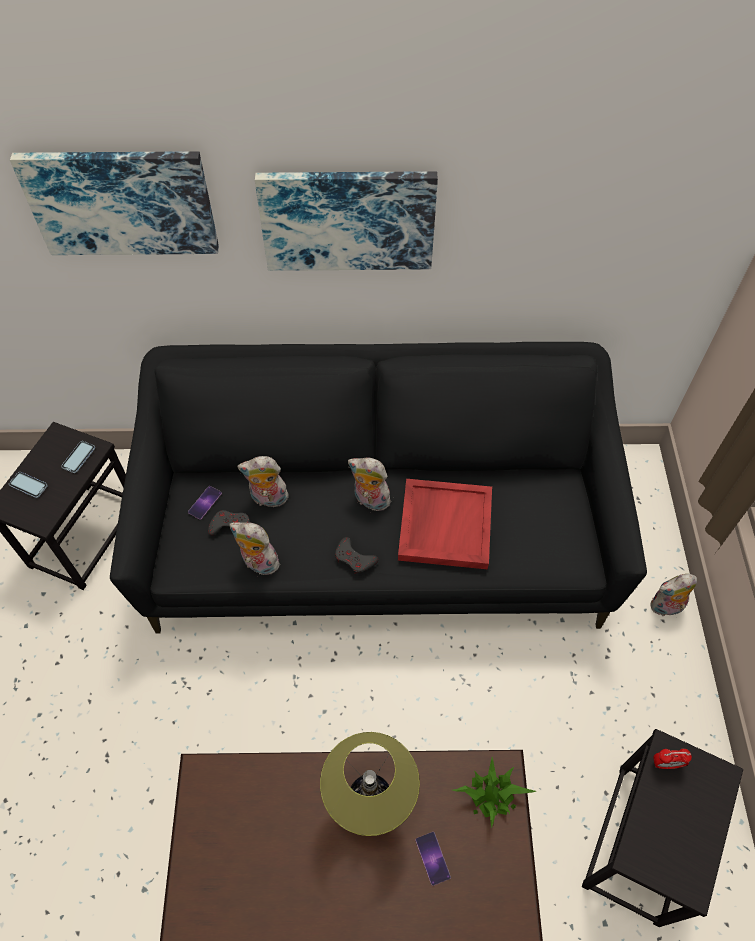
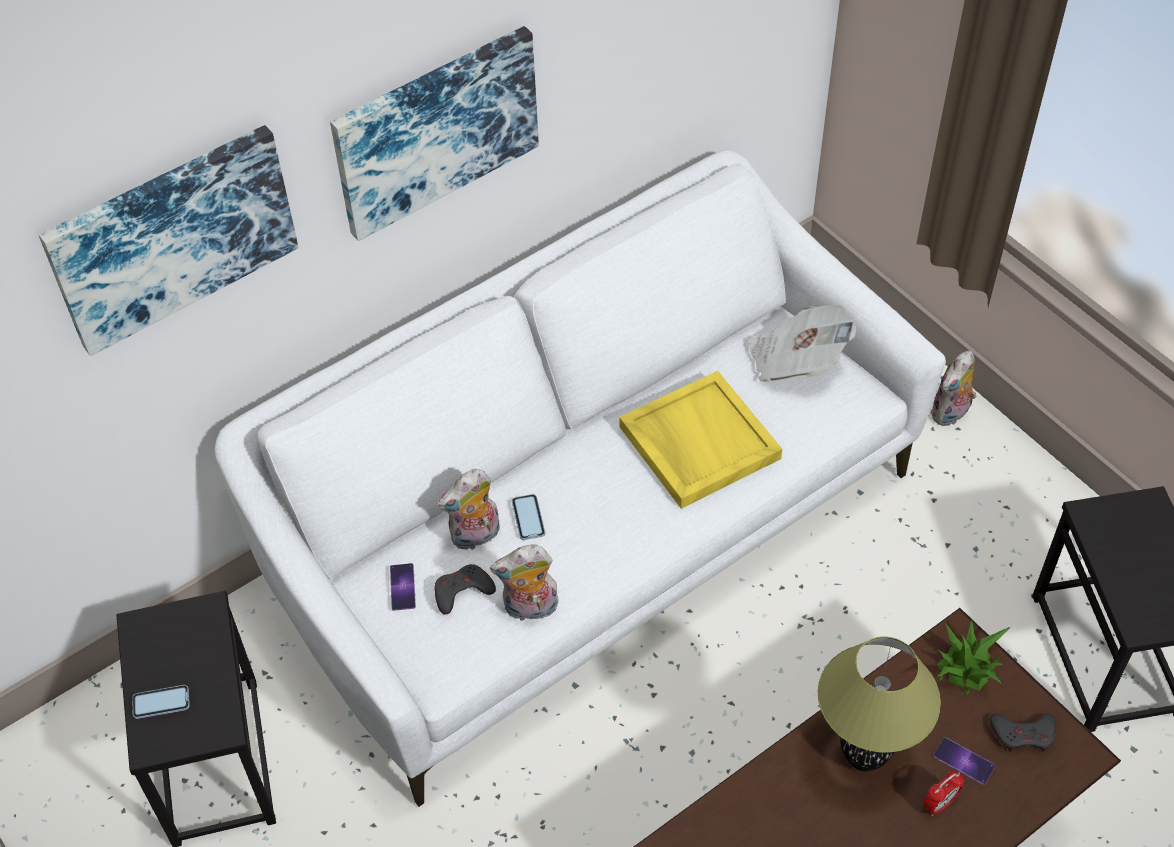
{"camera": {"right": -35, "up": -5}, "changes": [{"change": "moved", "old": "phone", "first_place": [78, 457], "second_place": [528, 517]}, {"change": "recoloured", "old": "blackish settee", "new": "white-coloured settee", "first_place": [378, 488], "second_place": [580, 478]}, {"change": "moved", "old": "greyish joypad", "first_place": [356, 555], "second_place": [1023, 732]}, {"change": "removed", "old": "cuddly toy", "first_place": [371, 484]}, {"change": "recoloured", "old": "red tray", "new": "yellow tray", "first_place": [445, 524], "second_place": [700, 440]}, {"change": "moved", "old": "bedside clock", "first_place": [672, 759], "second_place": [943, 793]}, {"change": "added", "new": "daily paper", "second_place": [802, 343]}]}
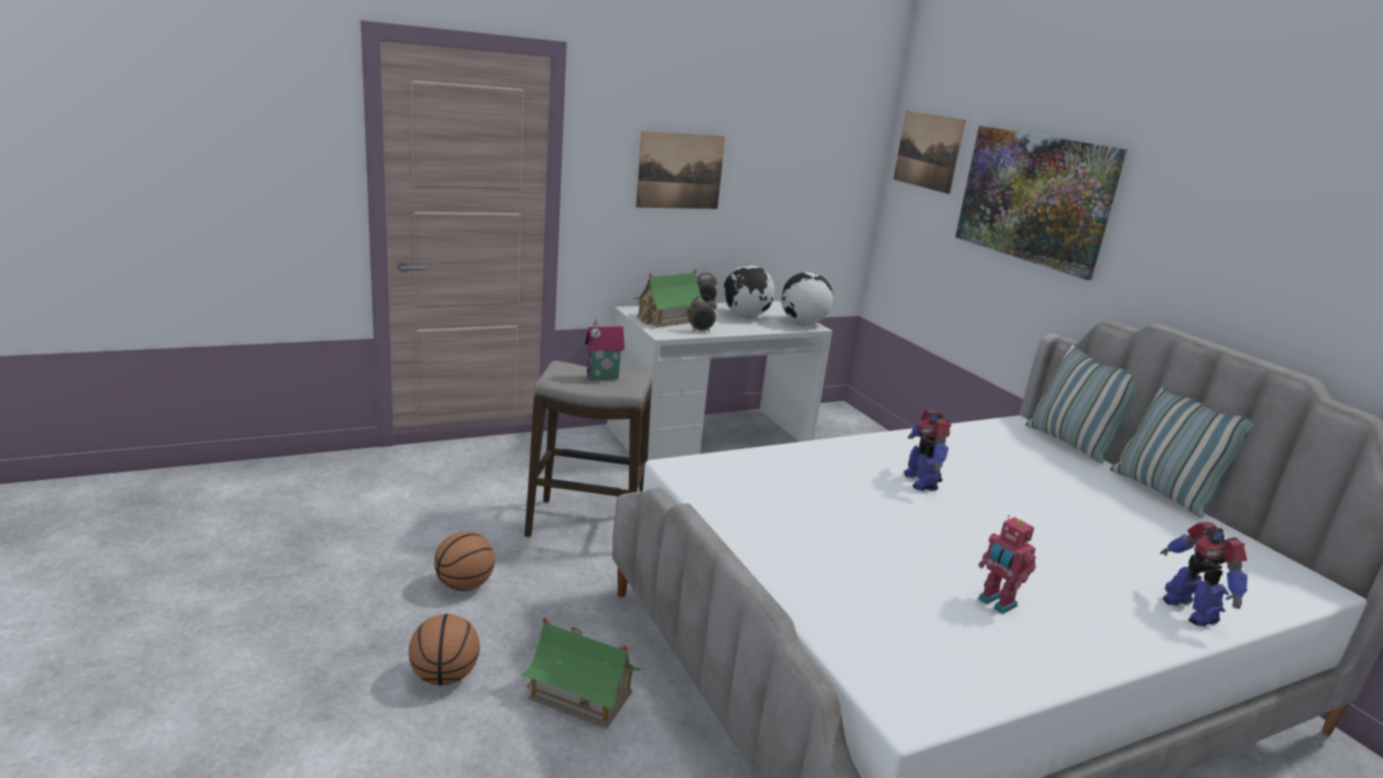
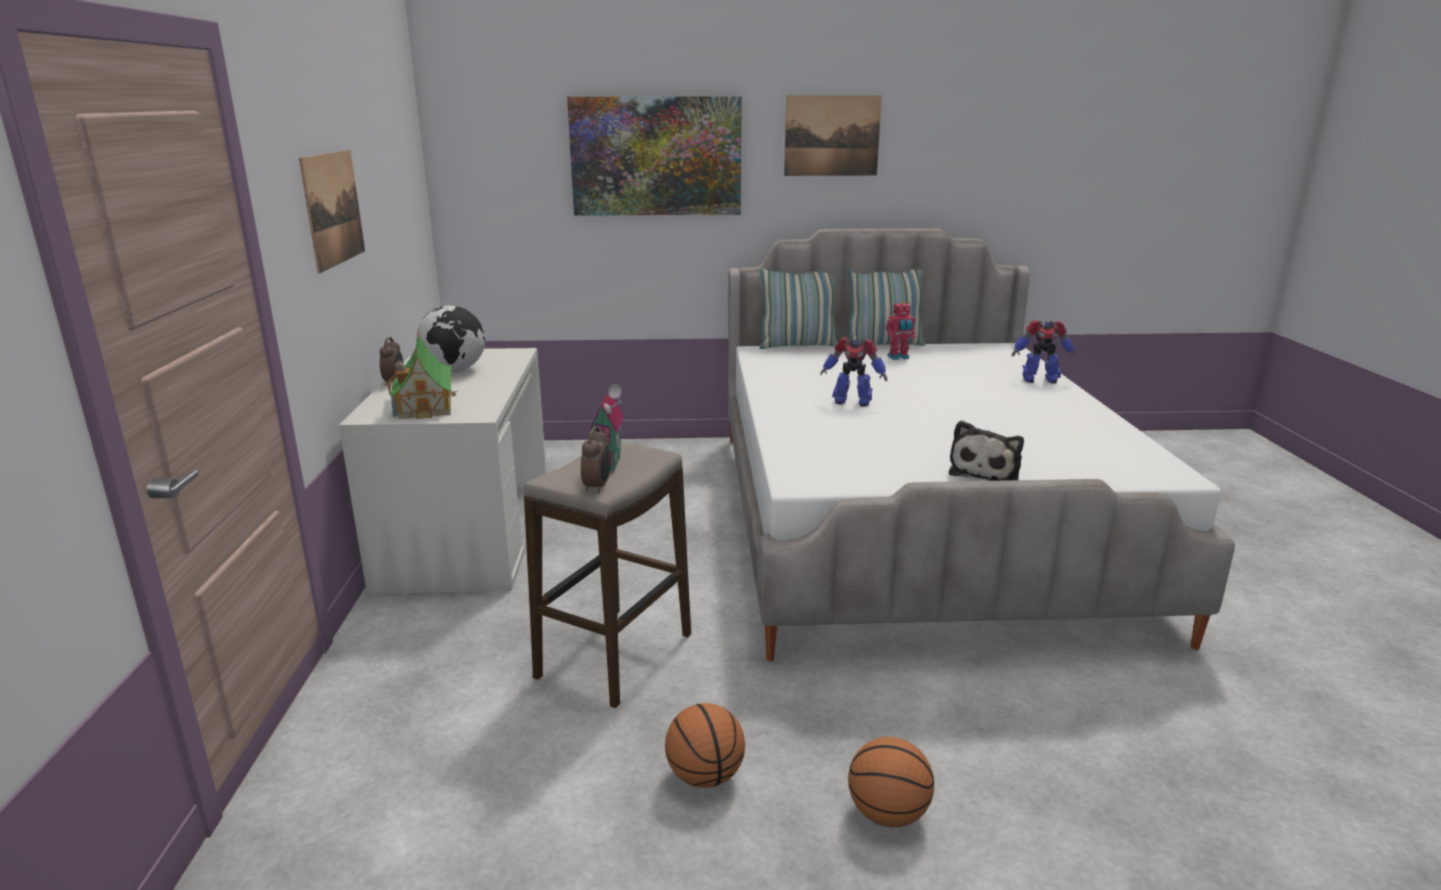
{"camera": {"right": -65, "up": 0}, "changes": [{"change": "removed", "old": "toy house", "first_place": [581, 673]}, {"change": "moved", "old": "bedside clock", "first_place": [702, 313], "second_place": [596, 459]}, {"change": "removed", "old": "world globe", "first_place": [807, 298]}, {"change": "moved", "old": "picture", "first_place": [930, 152], "second_place": [833, 135]}, {"change": "moved", "old": "model robot", "first_place": [1007, 564], "second_place": [901, 331]}, {"change": "added", "new": "cuddly toy", "second_place": [986, 450]}]}
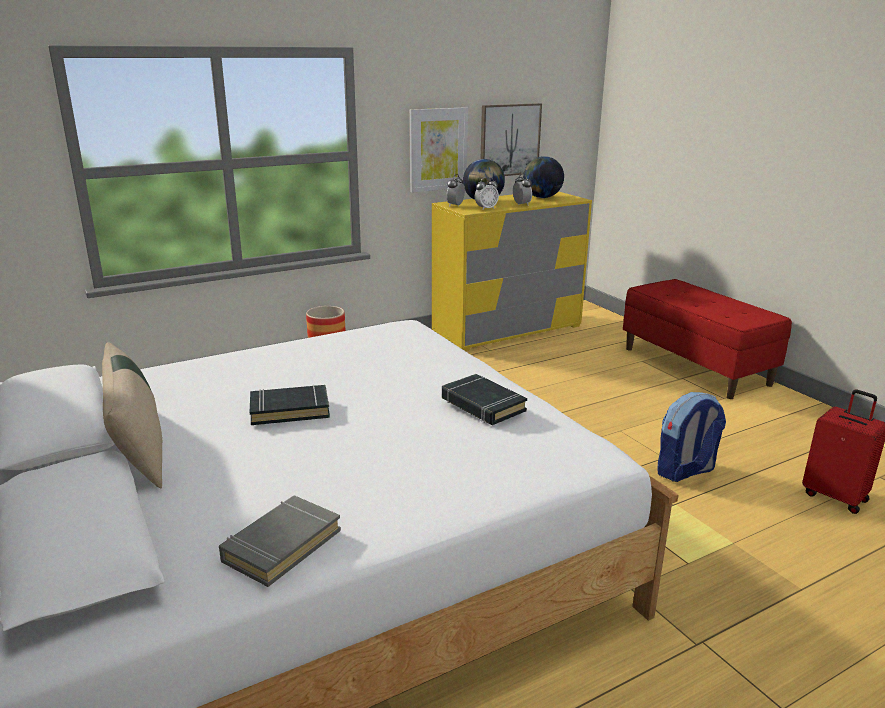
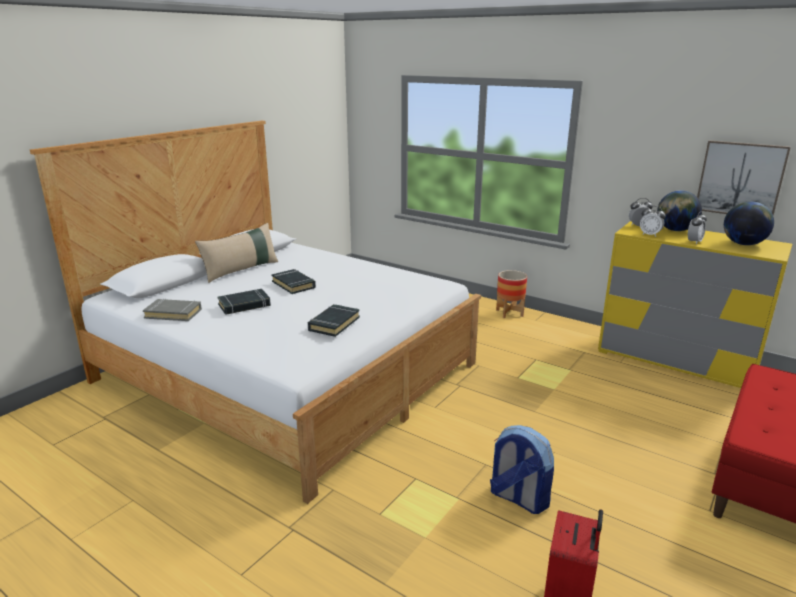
{"camera": {"right": 65, "up": 0}, "changes": [{"change": "removed", "old": "picture", "first_place": [438, 150]}, {"change": "added", "new": "blackish bound book", "second_place": [244, 302]}]}
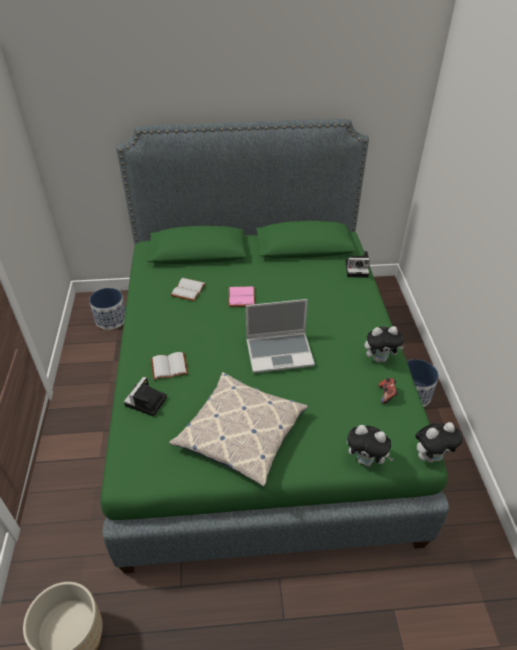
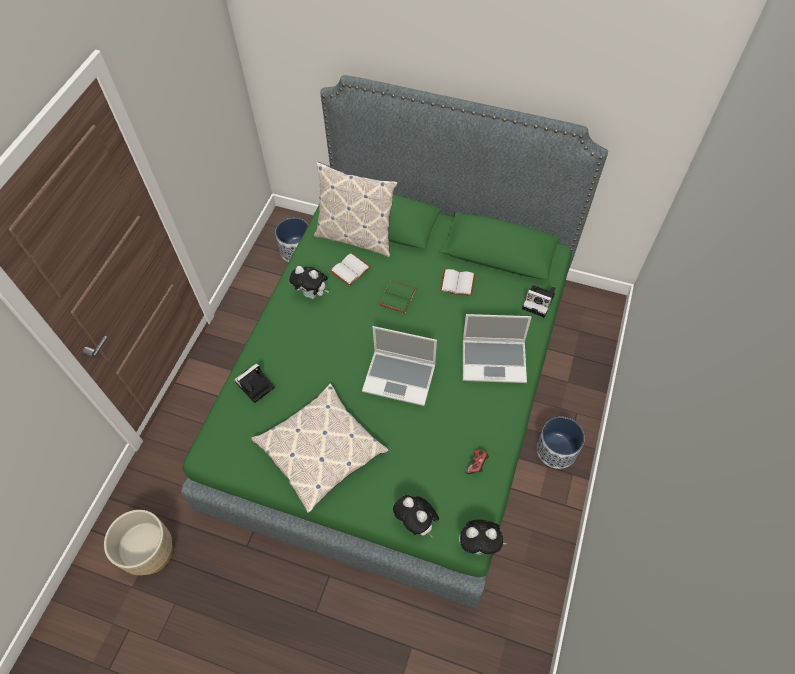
{"camera": {"right": 25, "up": 15}, "changes": [{"change": "moved", "old": "white-coloured bound book", "first_place": [169, 366], "second_place": [457, 282]}, {"change": "recoloured", "old": "pinkish bound book", "new": "green bound book", "first_place": [242, 296], "second_place": [398, 296]}, {"change": "moved", "old": "cuddly toy", "first_place": [385, 344], "second_place": [309, 282]}, {"change": "added", "new": "throw pillow", "second_place": [356, 209]}, {"change": "added", "new": "portable computer", "second_place": [497, 348]}]}
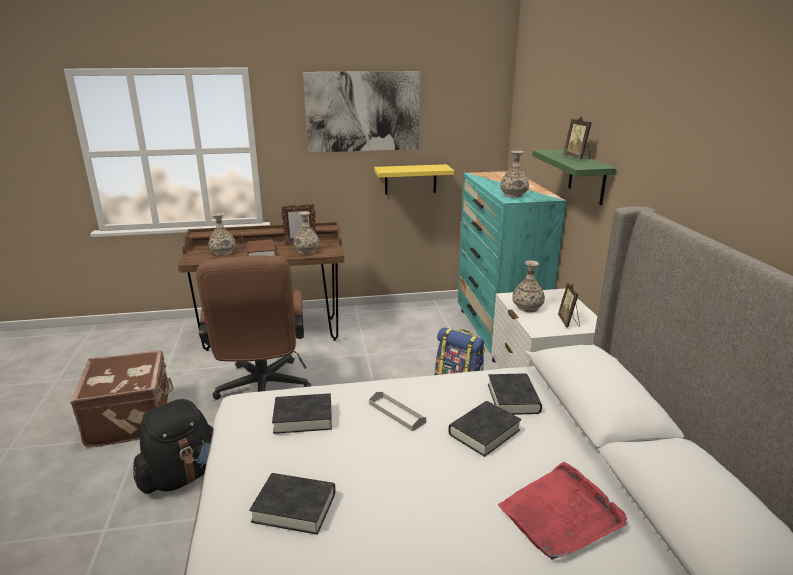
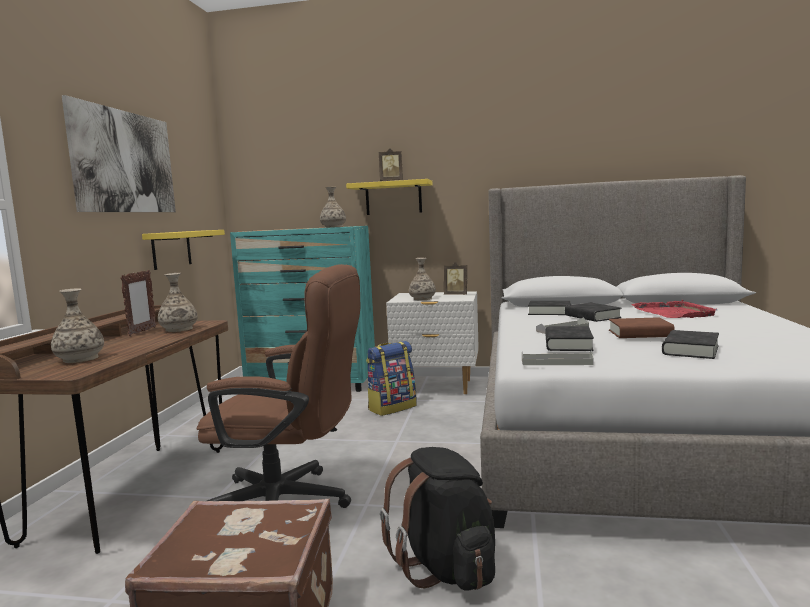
{"camera": {"right": -70, "up": -15}, "changes": [{"change": "moved", "old": "brown bound book", "first_place": [261, 247], "second_place": [642, 327]}, {"change": "recoloured", "old": "green bracket shelf", "new": "yellow bracket shelf", "first_place": [574, 177], "second_place": [389, 197]}, {"change": "added", "new": "greyish tray", "second_place": [558, 357]}]}
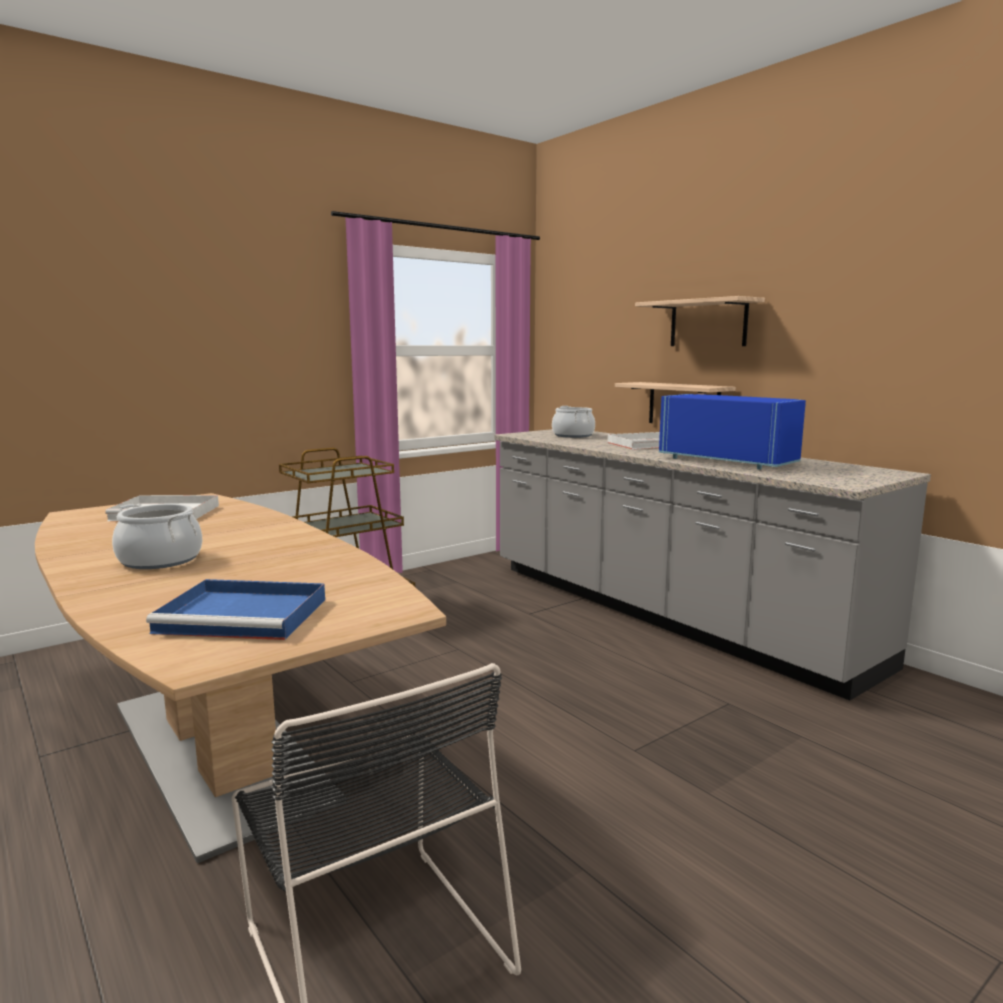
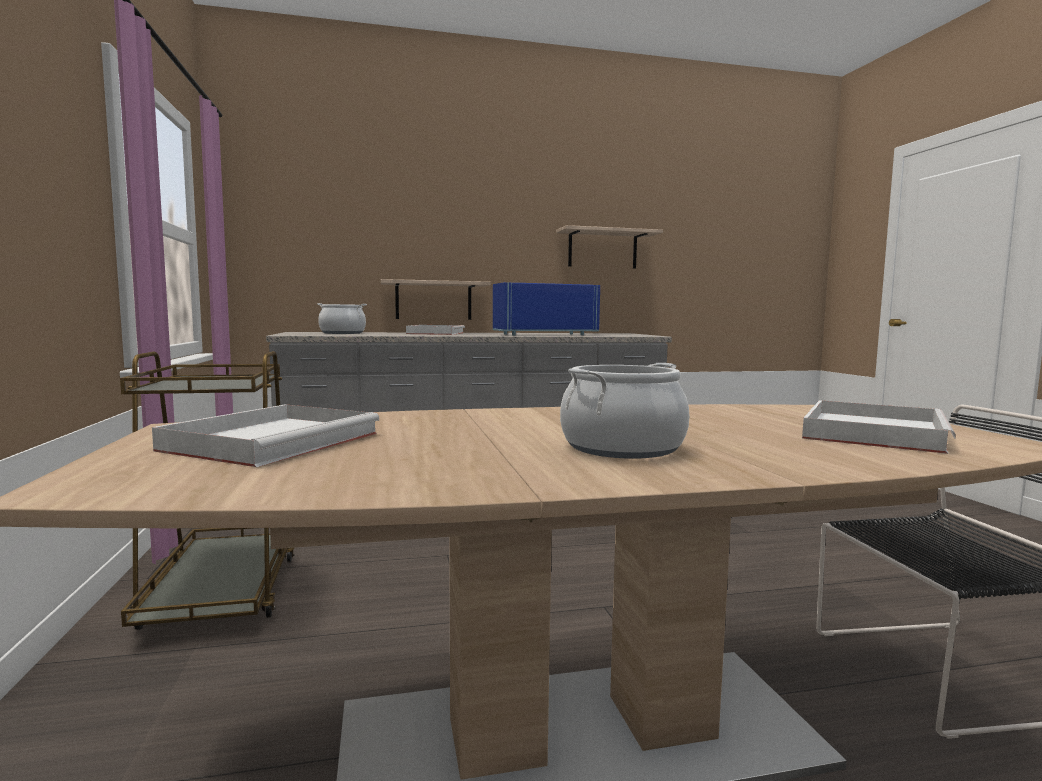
{"camera": {"right": -65, "up": -5}, "changes": [{"change": "recoloured", "old": "blue-coloured tray", "new": "white-coloured tray", "first_place": [235, 609], "second_place": [879, 427]}, {"change": "moved", "old": "bracket shelf", "first_place": [700, 321], "second_place": [609, 246]}]}
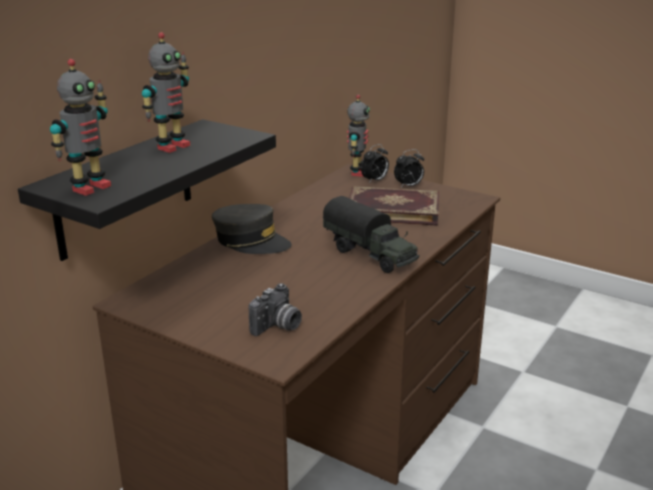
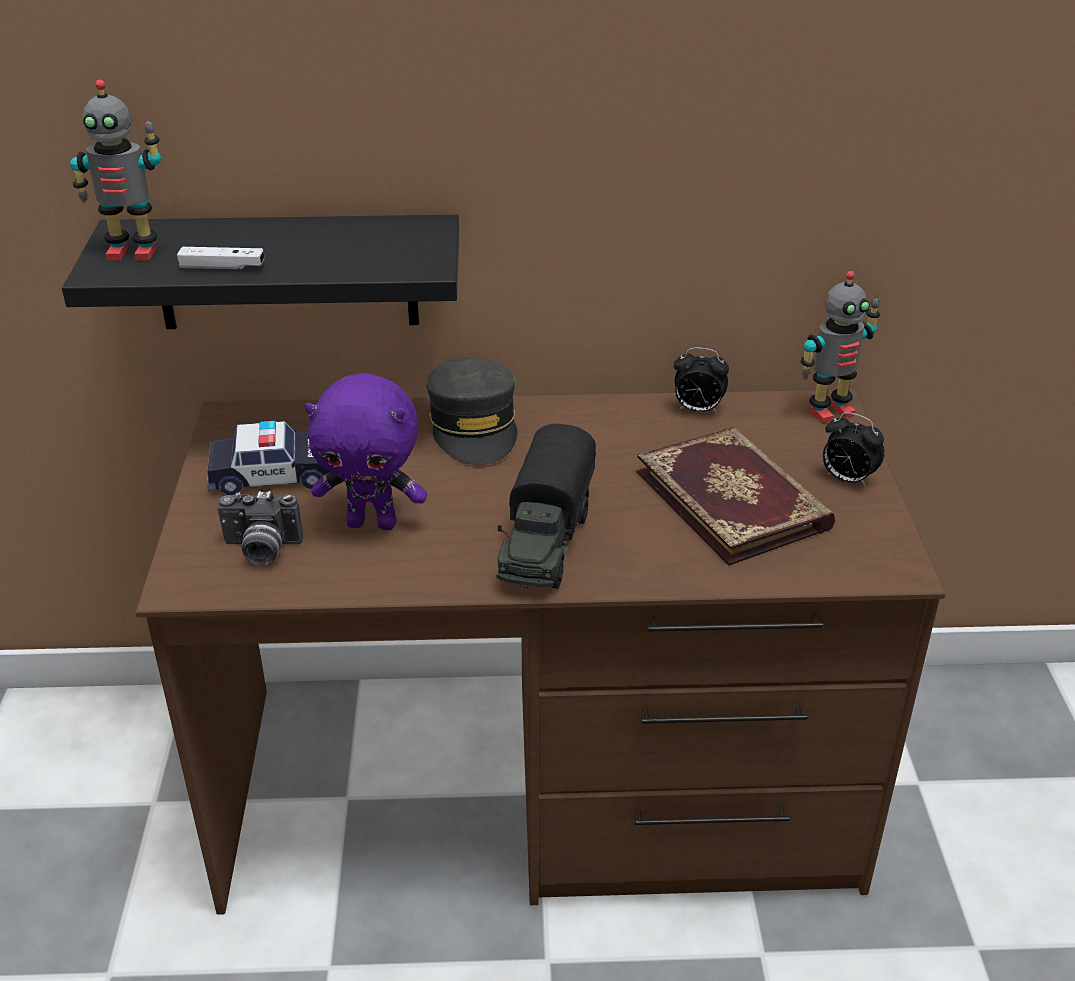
{"camera": {"right": 55, "up": 10}, "changes": [{"change": "removed", "old": "model robot", "first_place": [166, 92]}, {"change": "moved", "old": "bedside clock", "first_place": [375, 164], "second_place": [701, 380]}, {"change": "added", "new": "white-coloured joypad", "second_place": [220, 258]}, {"change": "added", "new": "miniature car", "second_place": [267, 458]}, {"change": "added", "new": "purple-coloured cuddly toy", "second_place": [365, 451]}]}
